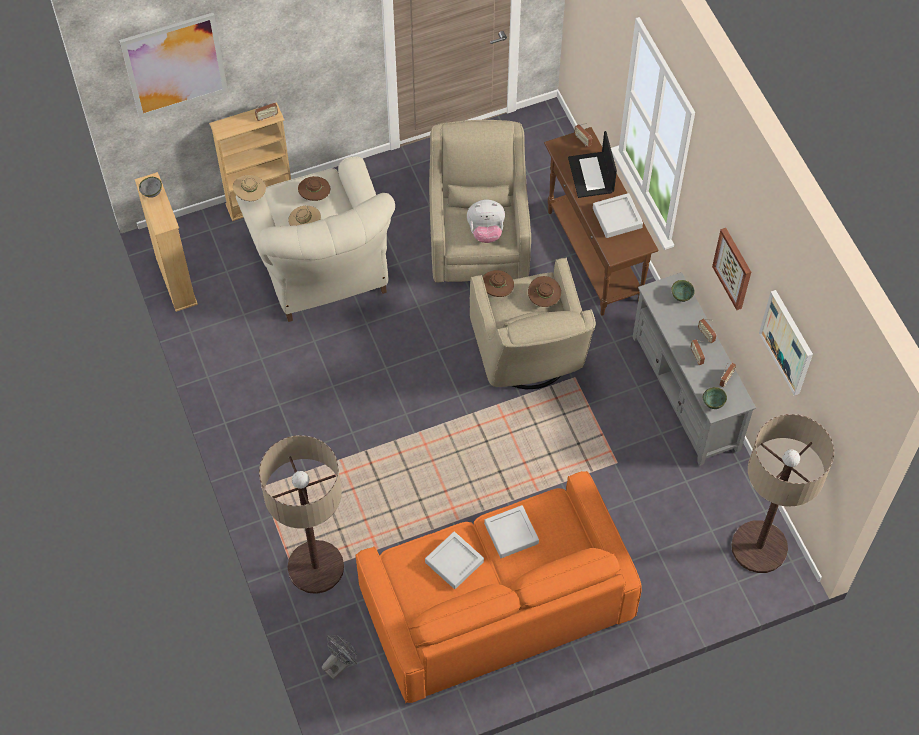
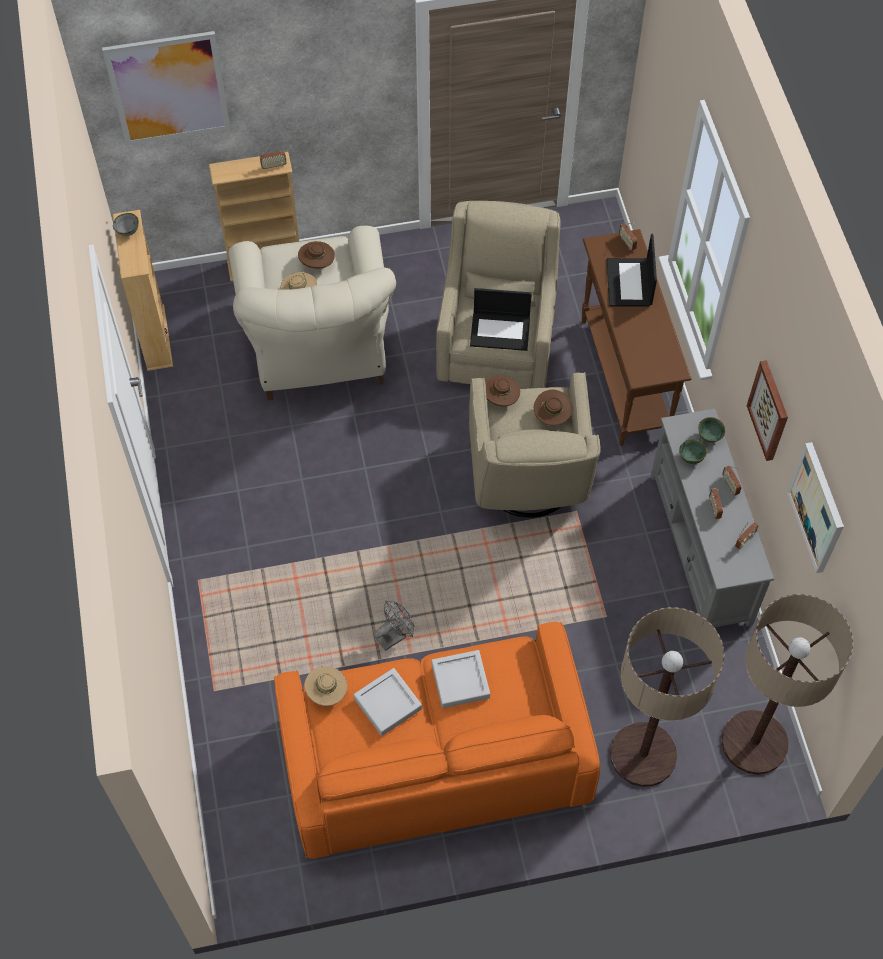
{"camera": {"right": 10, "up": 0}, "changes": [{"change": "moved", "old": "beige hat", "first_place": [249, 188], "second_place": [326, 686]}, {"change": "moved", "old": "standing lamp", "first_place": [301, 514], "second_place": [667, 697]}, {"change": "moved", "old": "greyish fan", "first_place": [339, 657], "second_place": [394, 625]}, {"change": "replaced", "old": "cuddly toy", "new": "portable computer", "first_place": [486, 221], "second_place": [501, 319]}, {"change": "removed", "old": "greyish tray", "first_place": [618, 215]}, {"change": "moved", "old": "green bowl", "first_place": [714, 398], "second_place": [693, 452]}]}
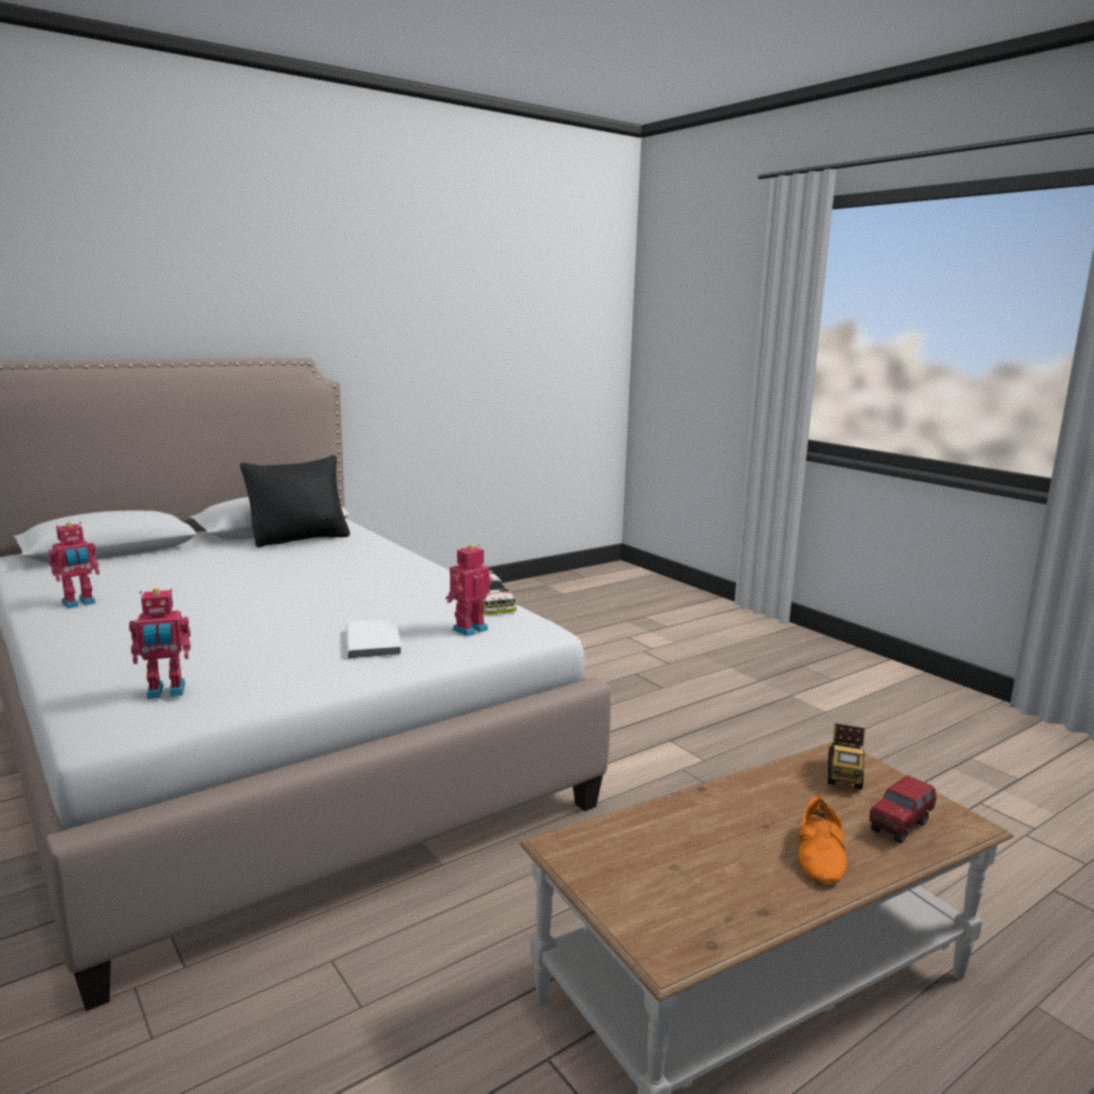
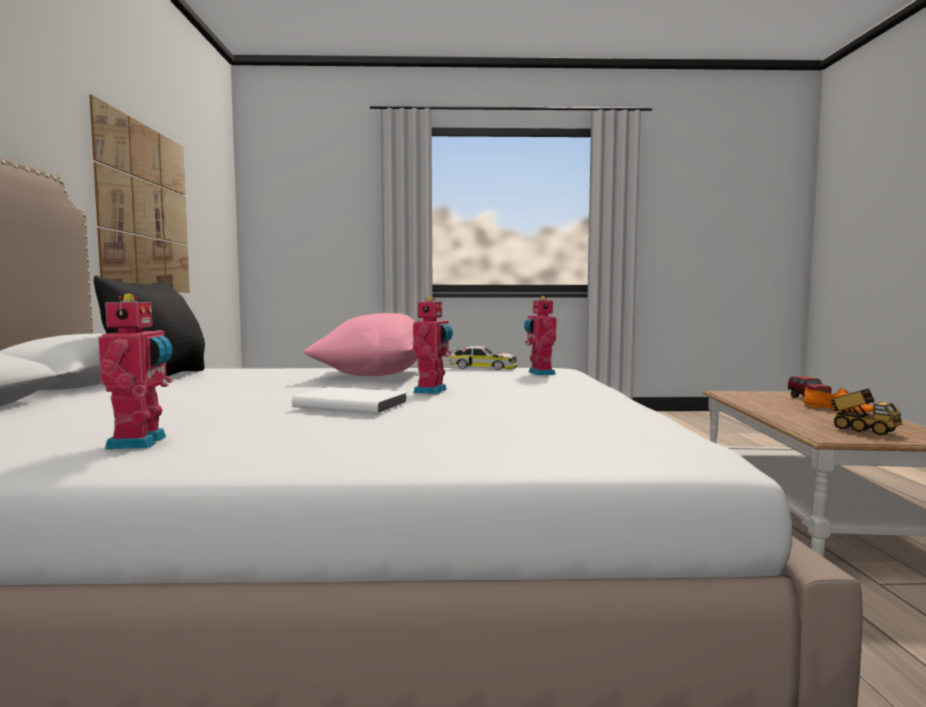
{"camera": {"right": -55, "up": -10}, "changes": [{"change": "moved", "old": "model robot", "first_place": [160, 643], "second_place": [433, 345]}, {"change": "moved", "old": "white-coloured bound book", "first_place": [374, 639], "second_place": [350, 400]}, {"change": "moved", "old": "model truck", "first_place": [846, 756], "second_place": [865, 412]}, {"change": "added", "new": "picture", "second_place": [139, 193]}, {"change": "added", "new": "pinkish throw pillow", "second_place": [360, 344]}]}
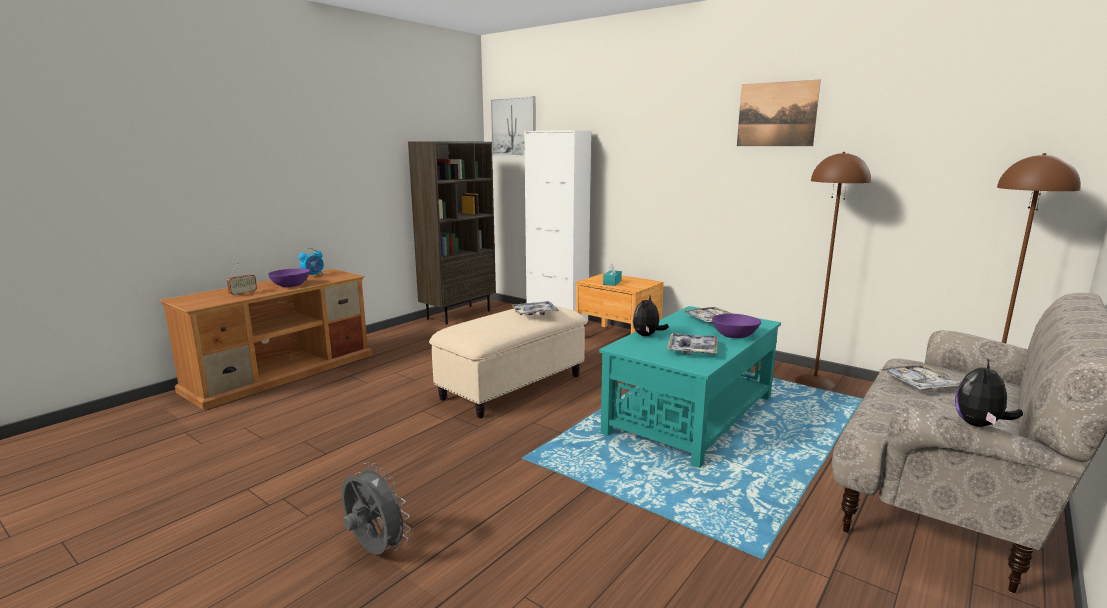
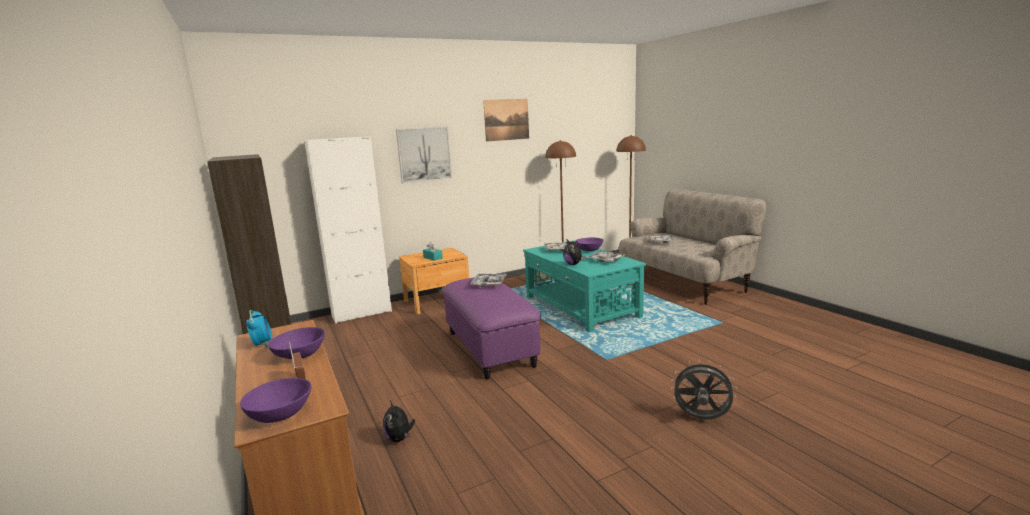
{"camera": {"right": -65, "up": 0}, "changes": [{"change": "turned", "old": "greyish fan", "first_place": [376, 508], "second_place": [704, 390], "degrees": 45}, {"change": "recoloured", "old": "beige footrest", "new": "purple-coloured footrest", "first_place": [508, 361], "second_place": [491, 328]}, {"change": "moved", "old": "picture", "first_place": [513, 126], "second_place": [424, 155]}, {"change": "moved", "old": "cuddly toy", "first_place": [989, 393], "second_place": [399, 421]}, {"change": "added", "new": "purple-coloured bowl", "second_place": [276, 400]}]}
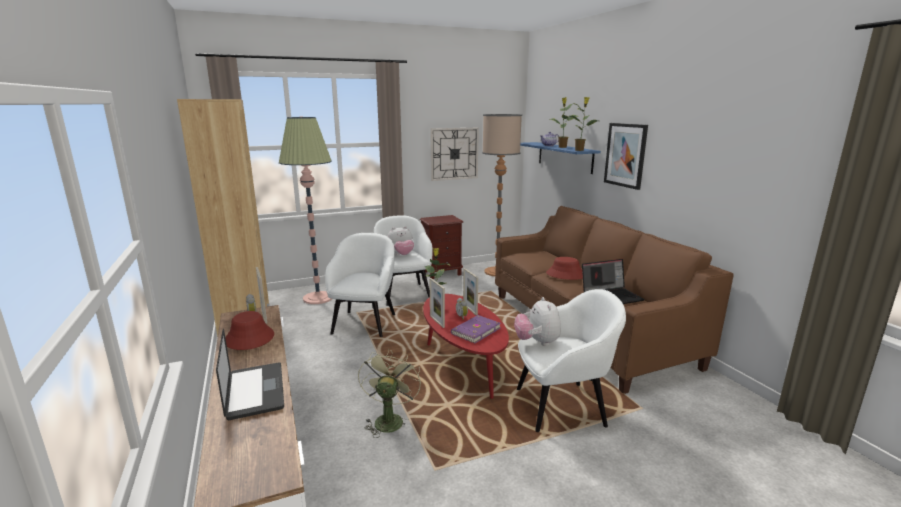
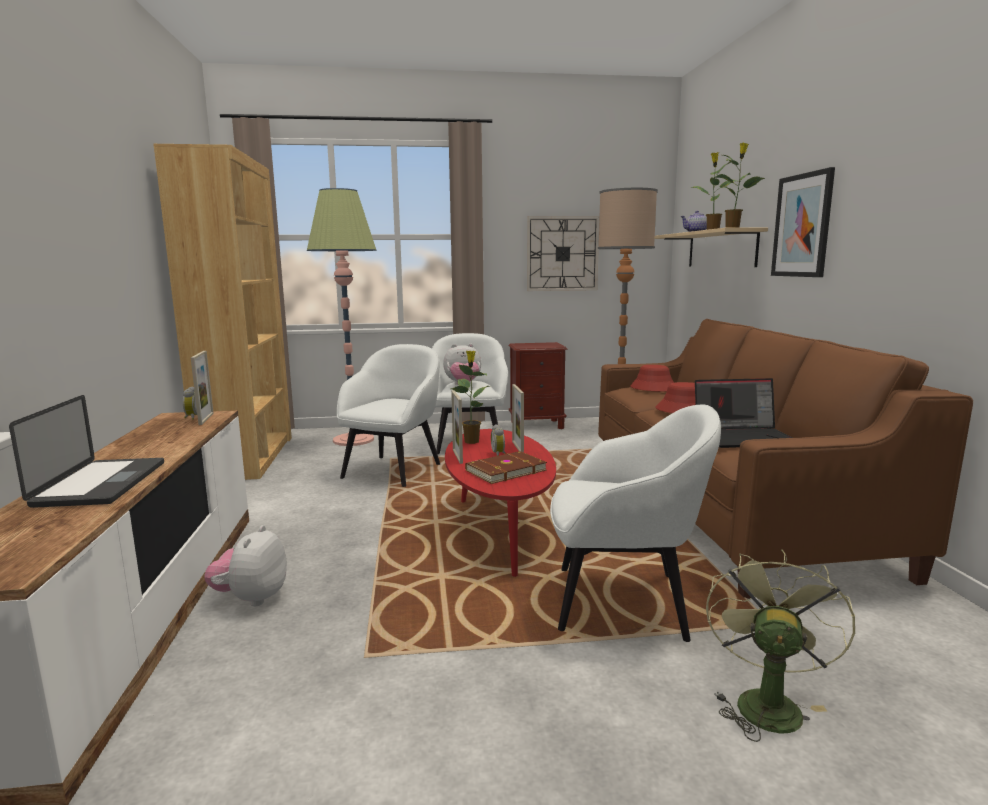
{"camera": {"right": 15, "up": -5}, "changes": [{"change": "moved", "old": "red hat", "first_place": [250, 330], "second_place": [652, 378]}, {"change": "moved", "old": "green fan", "first_place": [389, 393], "second_place": [780, 645]}, {"change": "recoloured", "old": "purple-coloured bound book", "new": "brown bound book", "first_place": [476, 329], "second_place": [506, 467]}, {"change": "moved", "old": "cuddly toy", "first_place": [537, 321], "second_place": [245, 565]}, {"change": "recoloured", "old": "blue-coloured bracket shelf", "new": "beige bracket shelf", "first_place": [560, 158], "second_place": [711, 247]}]}
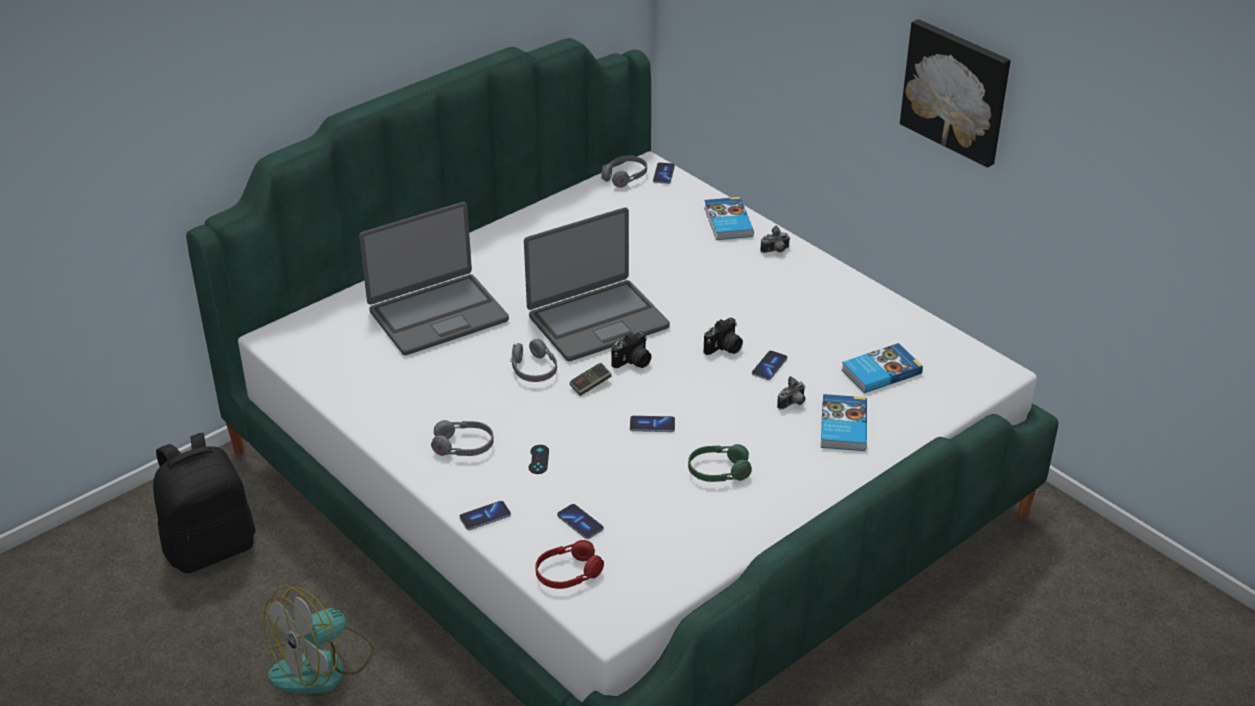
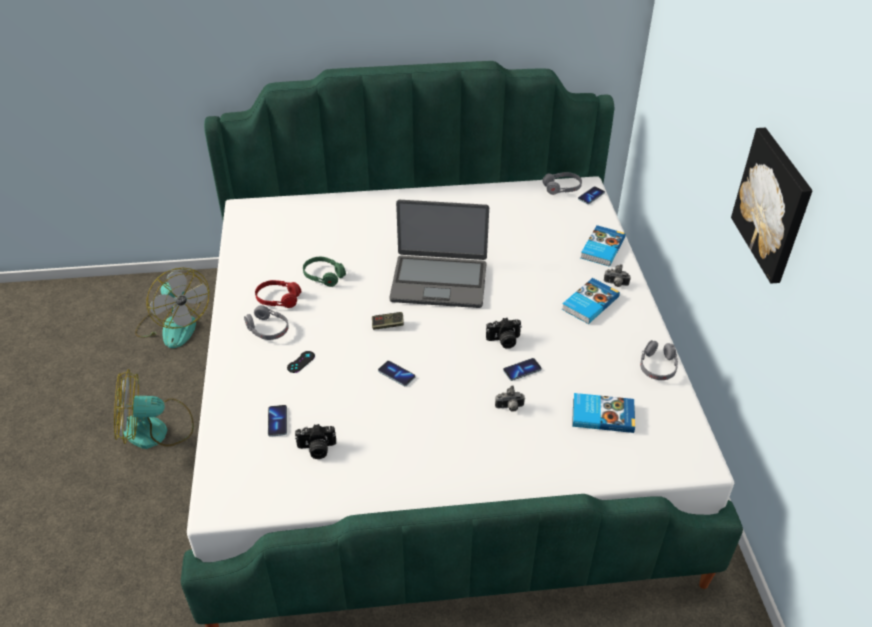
{"camera": {"right": 35, "up": 5}, "changes": [{"change": "replaced", "old": "blackish knapsack", "new": "fan", "first_place": [204, 503], "second_place": [172, 308]}, {"change": "removed", "old": "portable computer", "first_place": [434, 278]}, {"change": "removed", "old": "phone", "first_place": [485, 515]}, {"change": "moved", "old": "greyish headset", "first_place": [533, 360], "second_place": [659, 360]}, {"change": "moved", "old": "red headset", "first_place": [569, 564], "second_place": [278, 294]}, {"change": "moved", "old": "photo camera", "first_place": [631, 349], "second_place": [315, 441]}, {"change": "moved", "old": "green headset", "first_place": [720, 463], "second_place": [324, 272]}, {"change": "moved", "old": "bound book", "first_place": [844, 422], "second_place": [591, 301]}]}
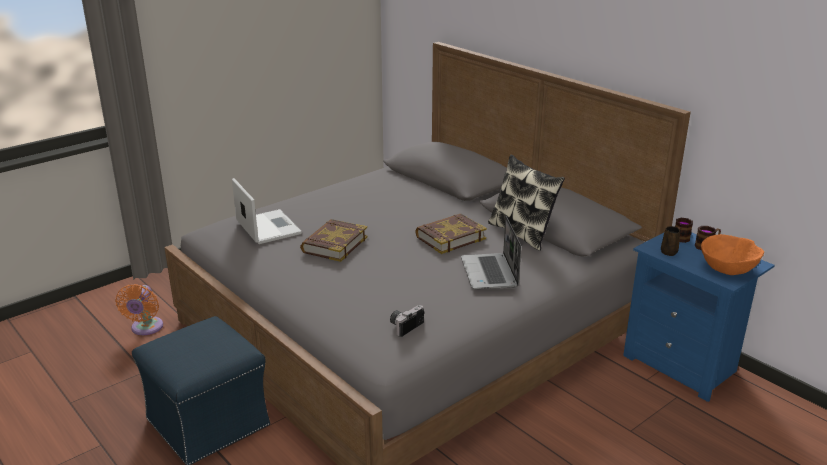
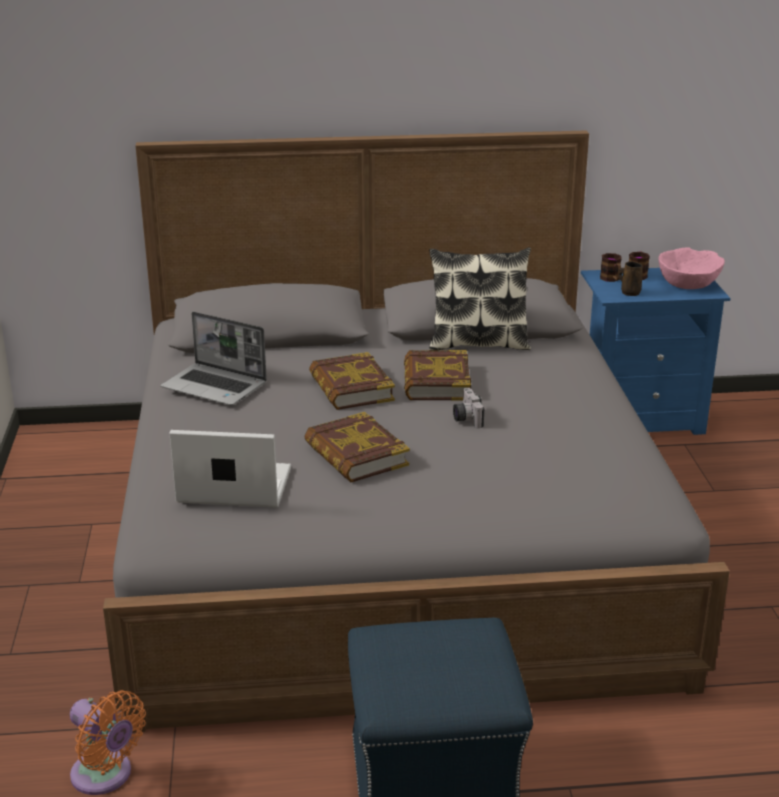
{"camera": {"right": -55, "up": 0}, "changes": [{"change": "moved", "old": "photo camera", "first_place": [407, 321], "second_place": [468, 408]}, {"change": "moved", "old": "portable computer", "first_place": [491, 253], "second_place": [214, 358]}, {"change": "recoloured", "old": "orange-coloured bowl", "new": "pinkish bowl", "first_place": [732, 254], "second_place": [691, 268]}, {"change": "added", "new": "bound book", "second_place": [352, 381]}]}
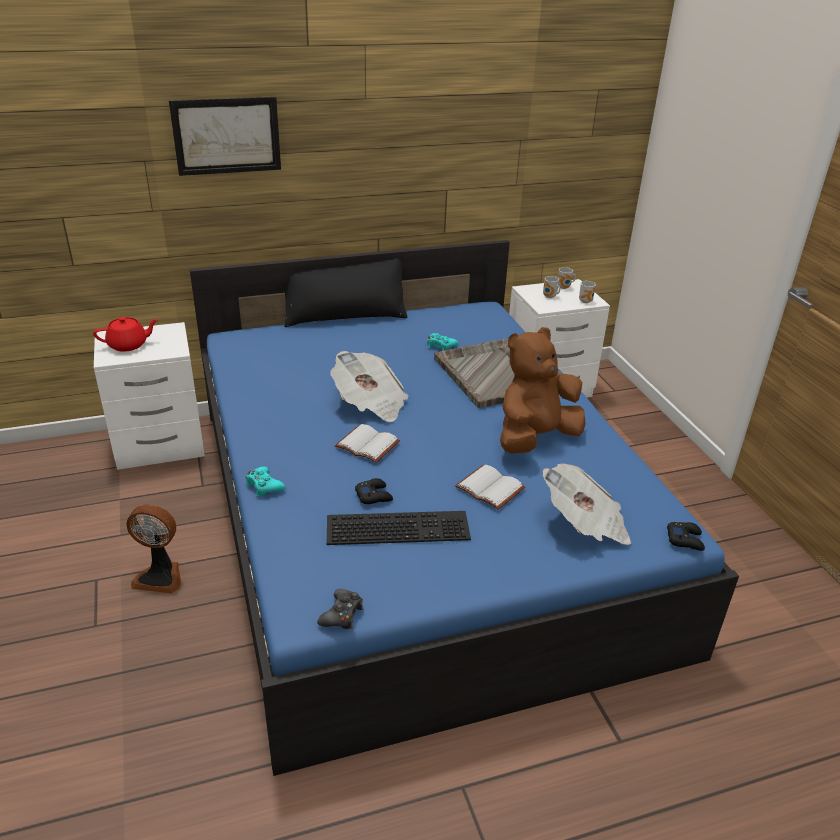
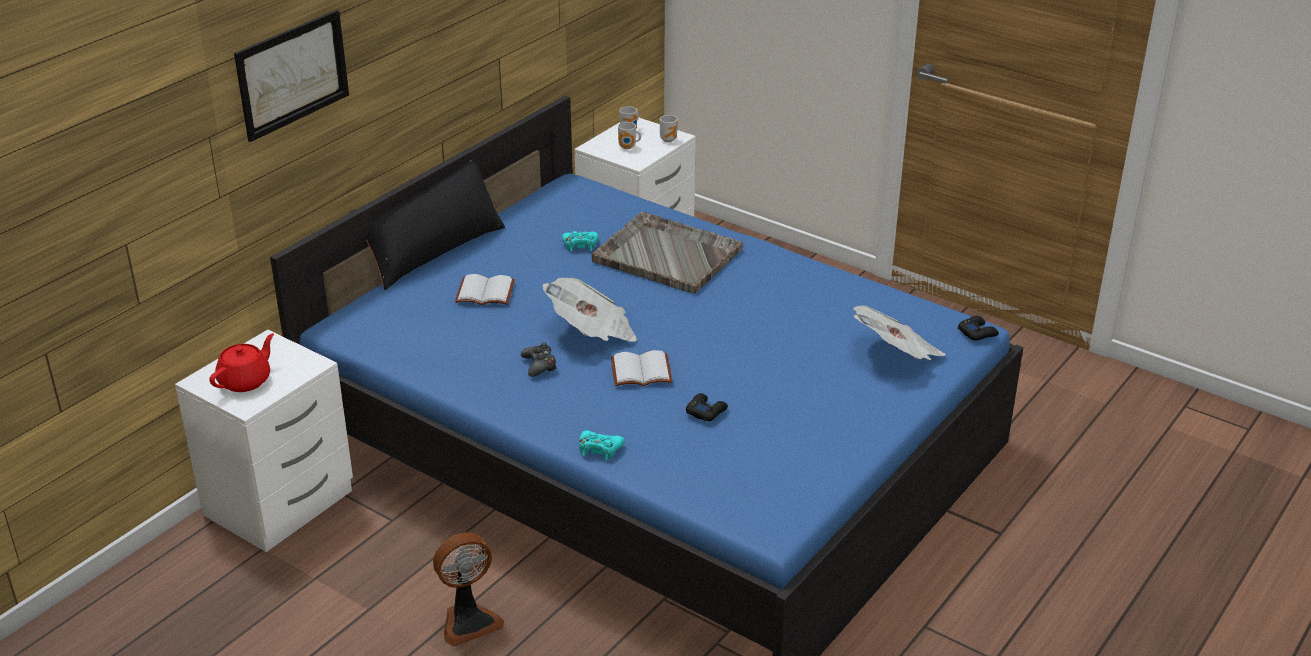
{"camera": {"right": -35, "up": 0}, "changes": [{"change": "moved", "old": "blackish joypad", "first_place": [340, 609], "second_place": [539, 359]}, {"change": "removed", "old": "keyboard", "first_place": [399, 528]}, {"change": "moved", "old": "white-coloured bound book", "first_place": [490, 487], "second_place": [485, 289]}, {"change": "removed", "old": "brown cuddly toy", "first_place": [543, 390]}]}
